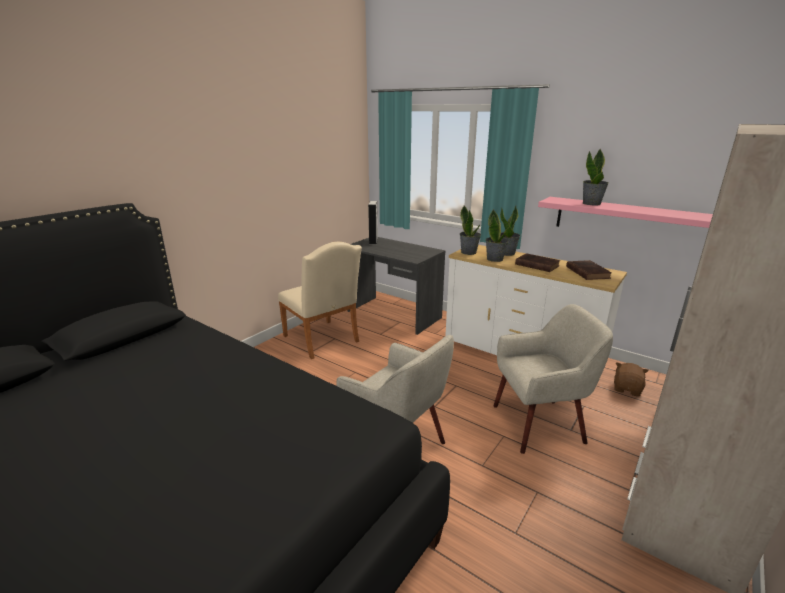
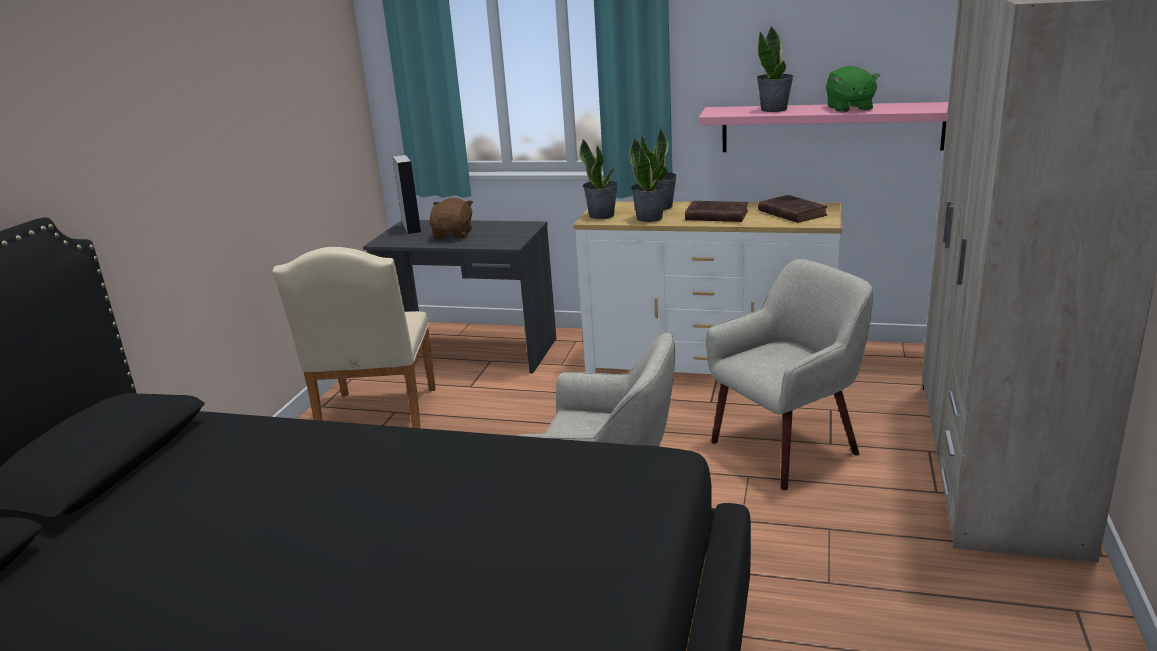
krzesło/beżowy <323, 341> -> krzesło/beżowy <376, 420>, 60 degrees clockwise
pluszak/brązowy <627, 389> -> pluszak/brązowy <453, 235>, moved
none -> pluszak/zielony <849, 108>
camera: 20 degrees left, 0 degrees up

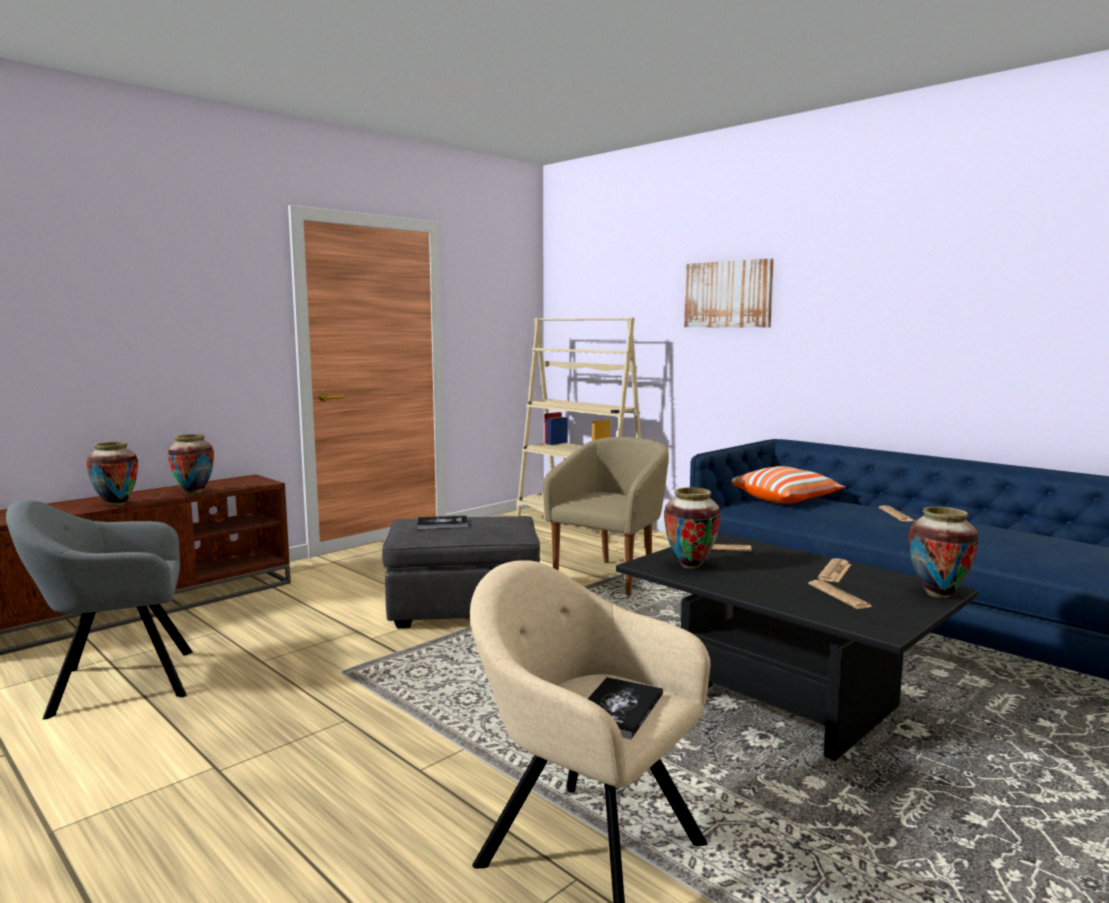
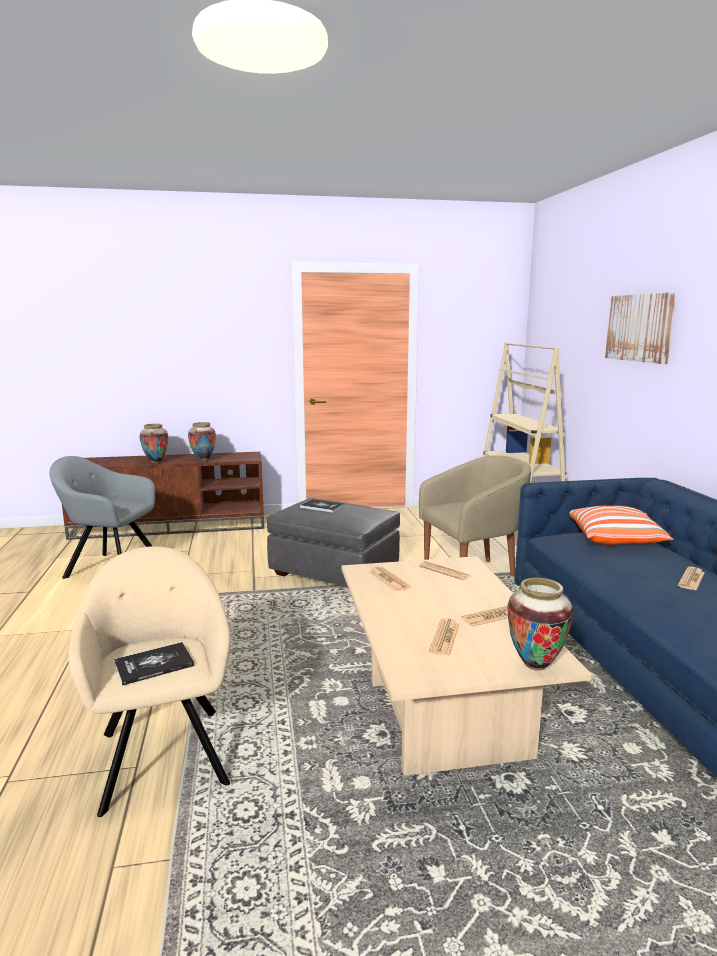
ława/czarny <782, 703> -> ława/beżowy <440, 716>
wazon <690, 566> -> gazeta <389, 580>
camera: 35 degrees right, 5 degrees up

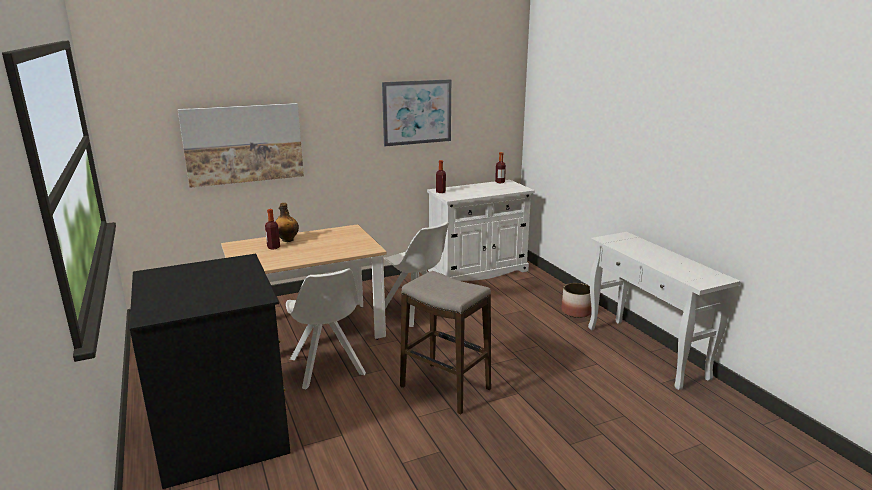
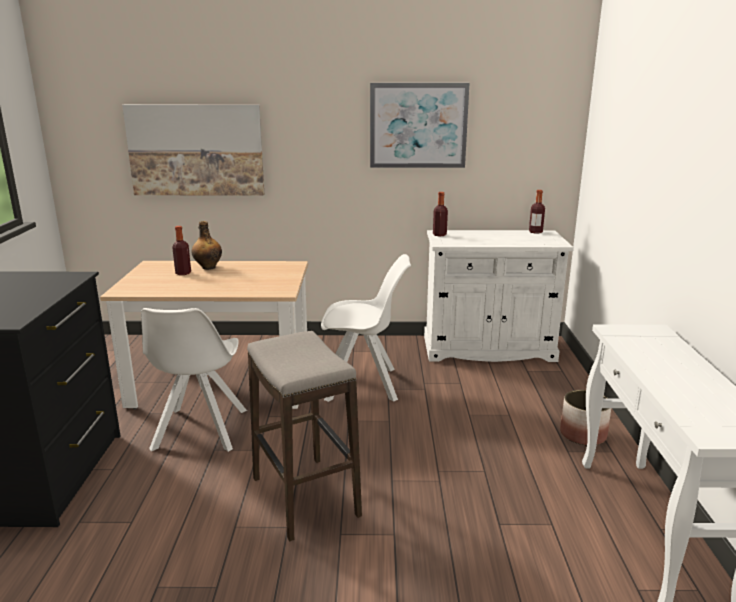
krzesło/biały <416, 311> -> krzesło/biały <364, 385>, 75 degrees counterclockwise
camera: 25 degrees right, 0 degrees up

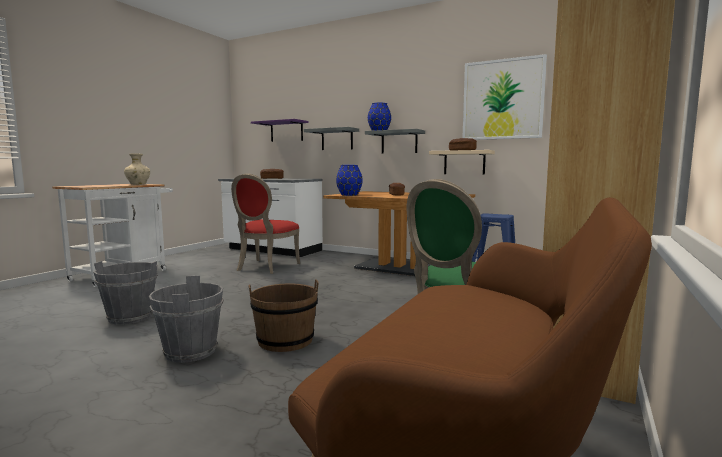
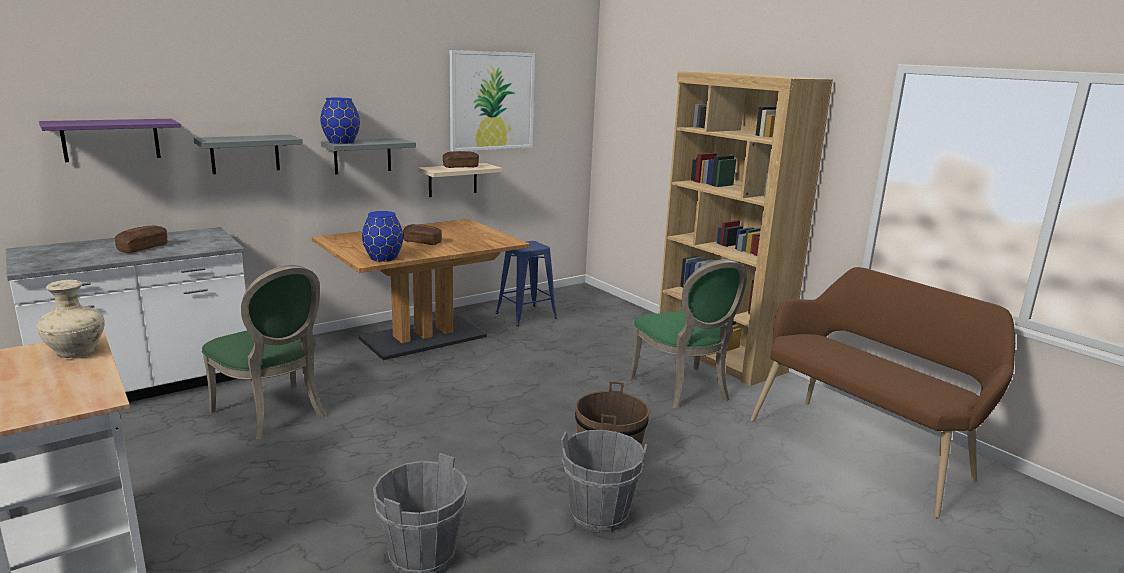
krzesło/czerwony <265, 267> -> krzesło/zielony <274, 414>
camera: 65 degrees left, 10 degrees up

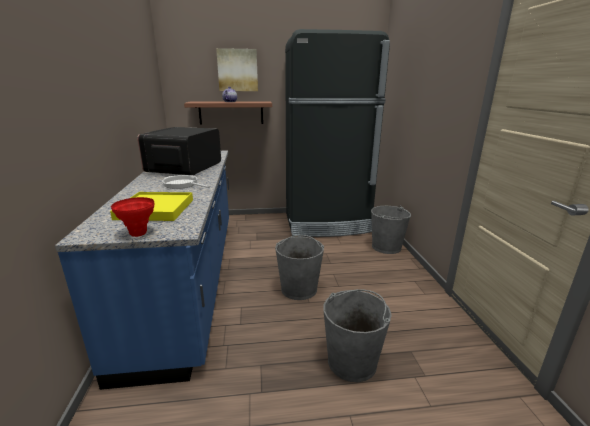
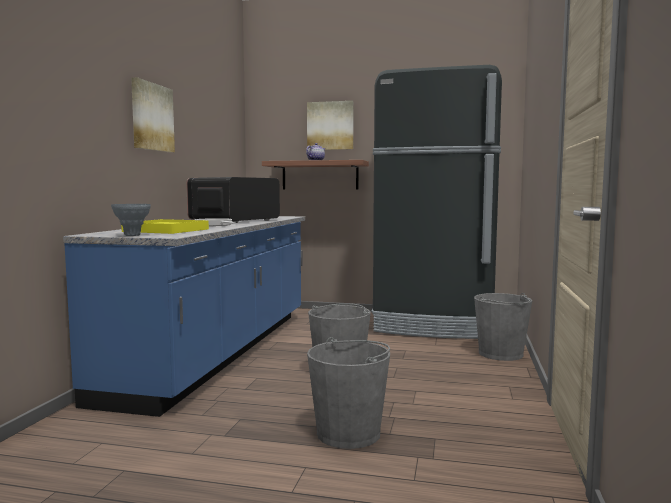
wazon/czerwony <138, 234> -> wazon/szary <132, 235>
none -> obraz <151, 117>
camera: 20 degrees right, 15 degrees down

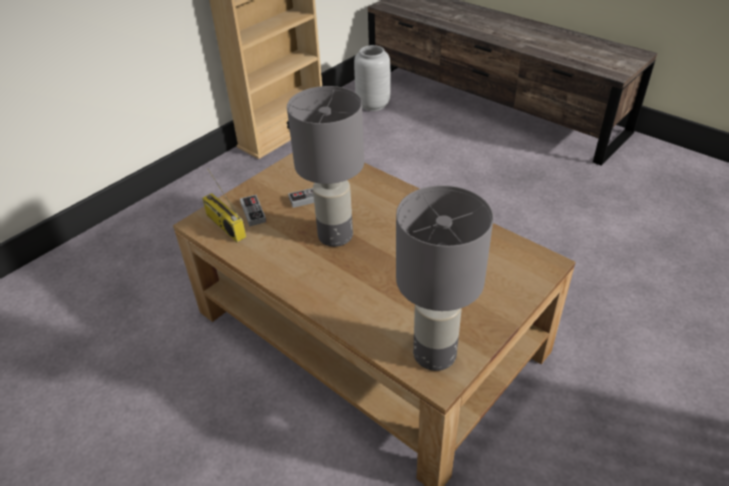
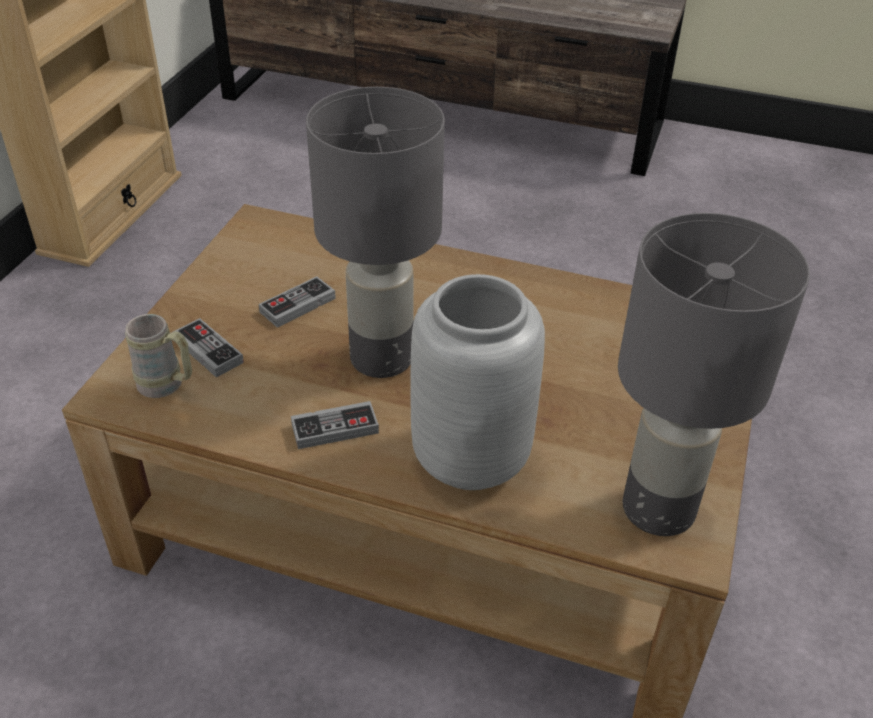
radio <224, 225> -> kubek/beżowy <167, 387>
none -> pad do gier <335, 428>
wazon/szary <372, 105> -> wazon/szary <468, 458>, moved
camera: 25 degrees left, 0 degrees up

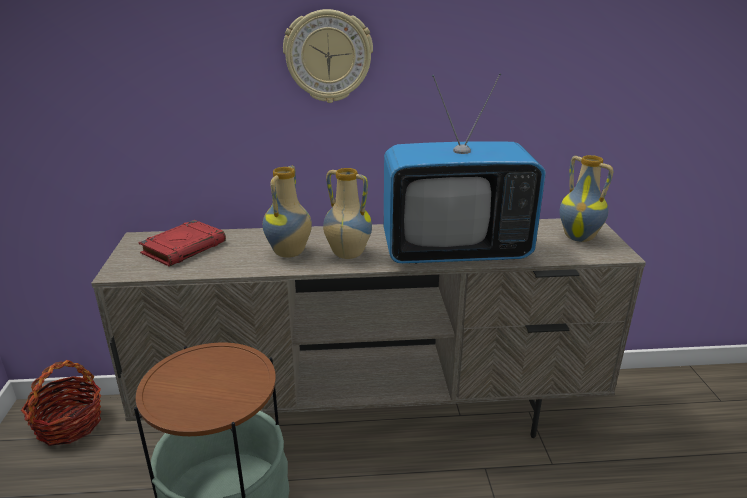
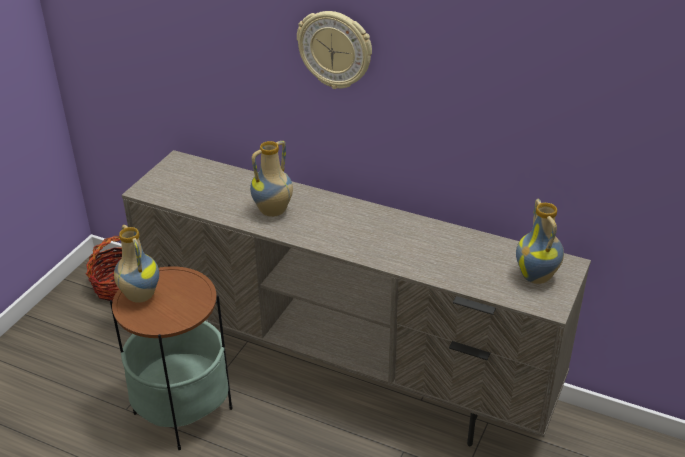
wazon <347, 254> -> wazon <139, 296>, moved
książka/czerwony <184, 247> -> none
telewizor <455, 251> -> none
camera: 30 degrees right, 10 degrees up

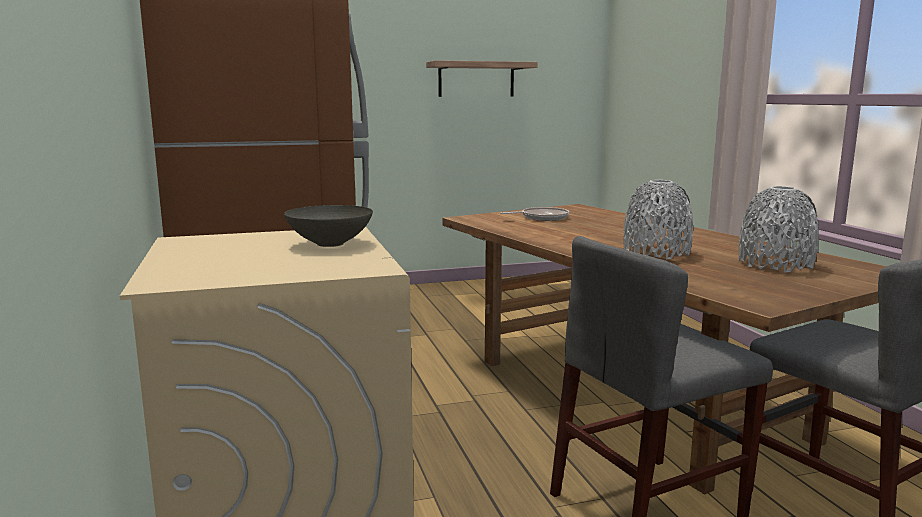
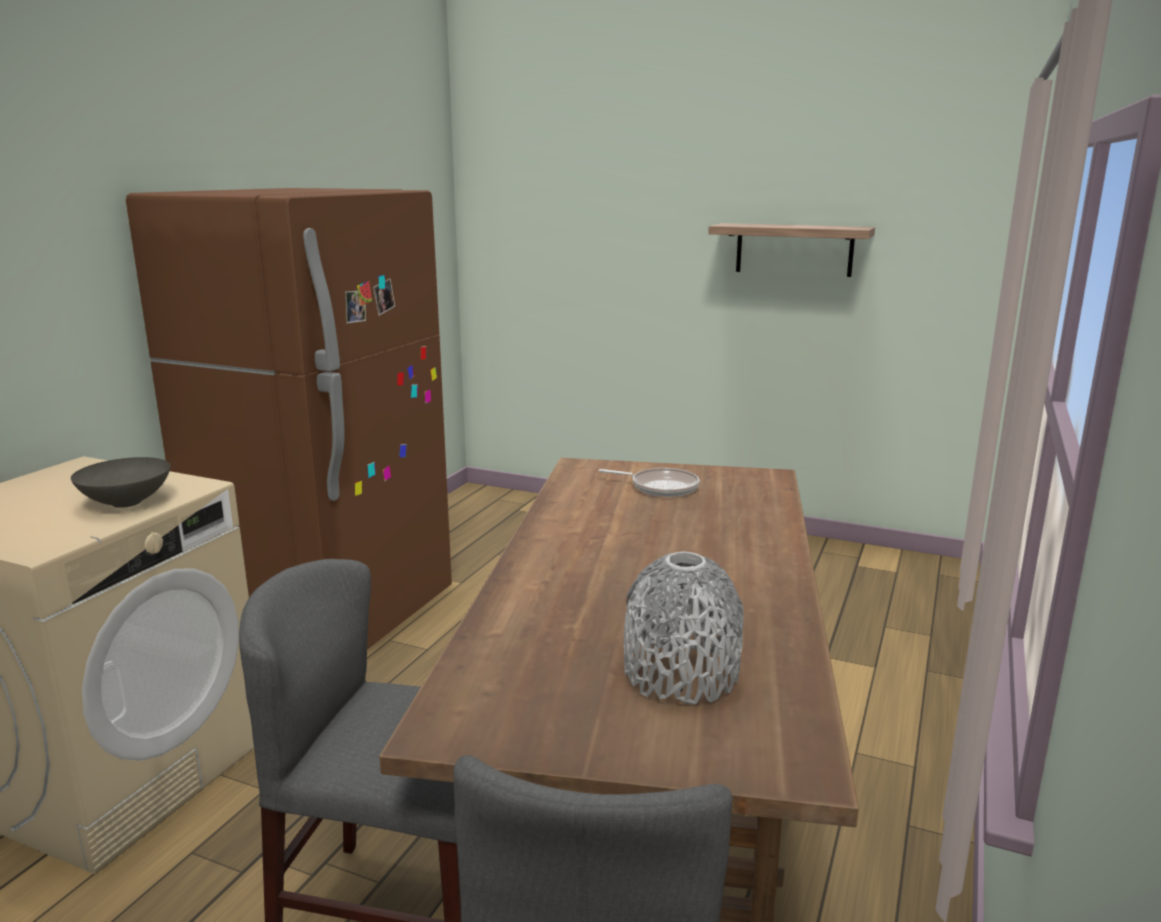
wazon/szary <656, 252> -> none
camera: 40 degrees right, 5 degrees up

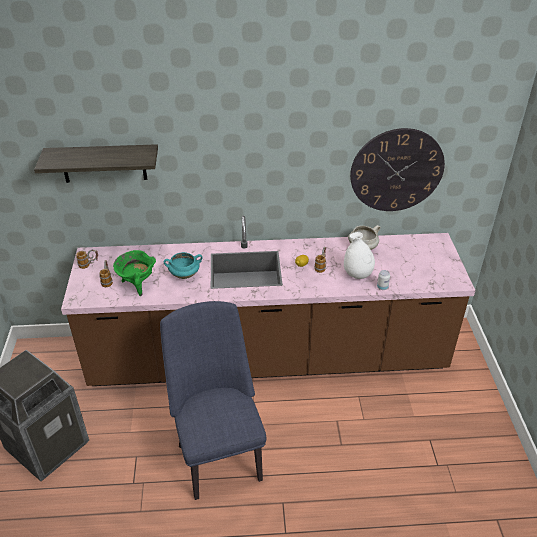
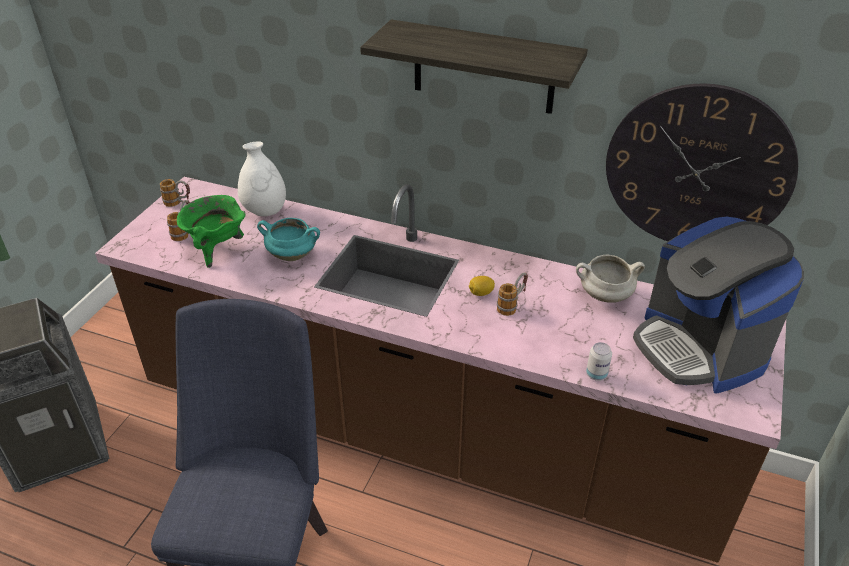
wazon/biały <357, 275> -> wazon/biały <265, 211>, moved
półka <103, 163> -> półka <483, 67>, moved
none -> ekspres do kawy <700, 347>
camera: 25 degrees right, 0 degrees up

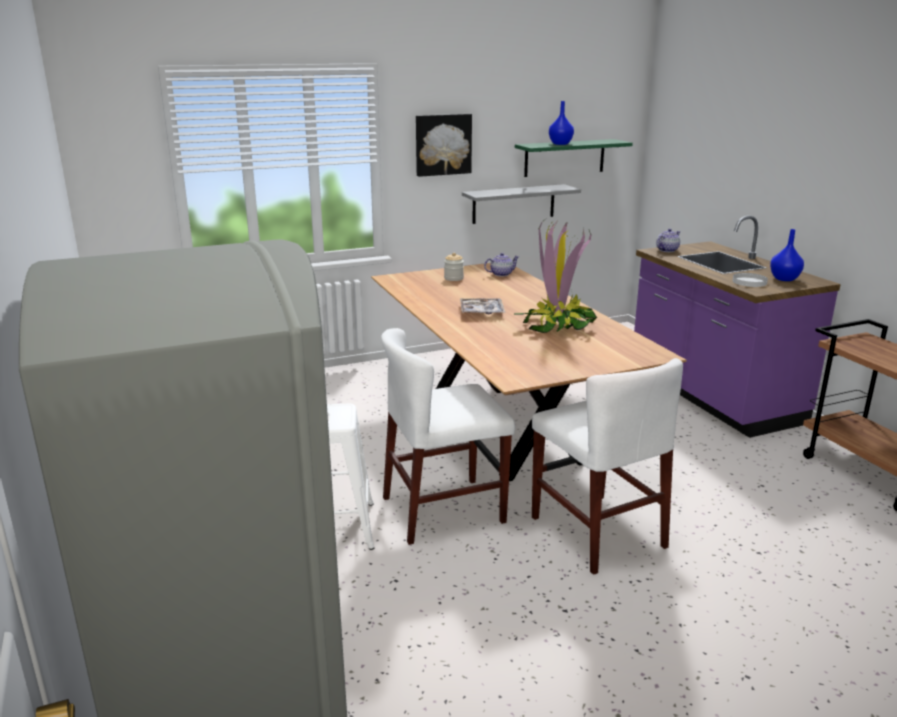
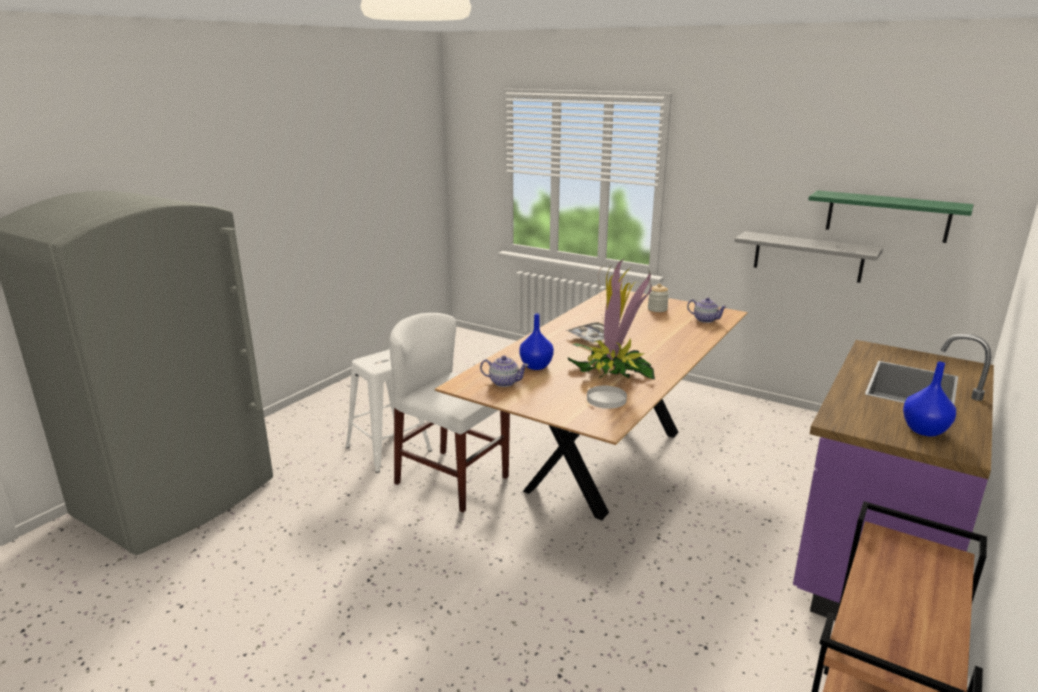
imbryk <666, 250> -> imbryk <504, 382>, moved
wazon/niebieski <560, 144> -> wazon/niebieski <536, 366>, moved
talerz/biały <749, 282> -> talerz/biały <606, 399>, moved
obraz <443, 144> -> none
krzesło/biały <597, 532> -> none
camera: 55 degrees right, 0 degrees up

